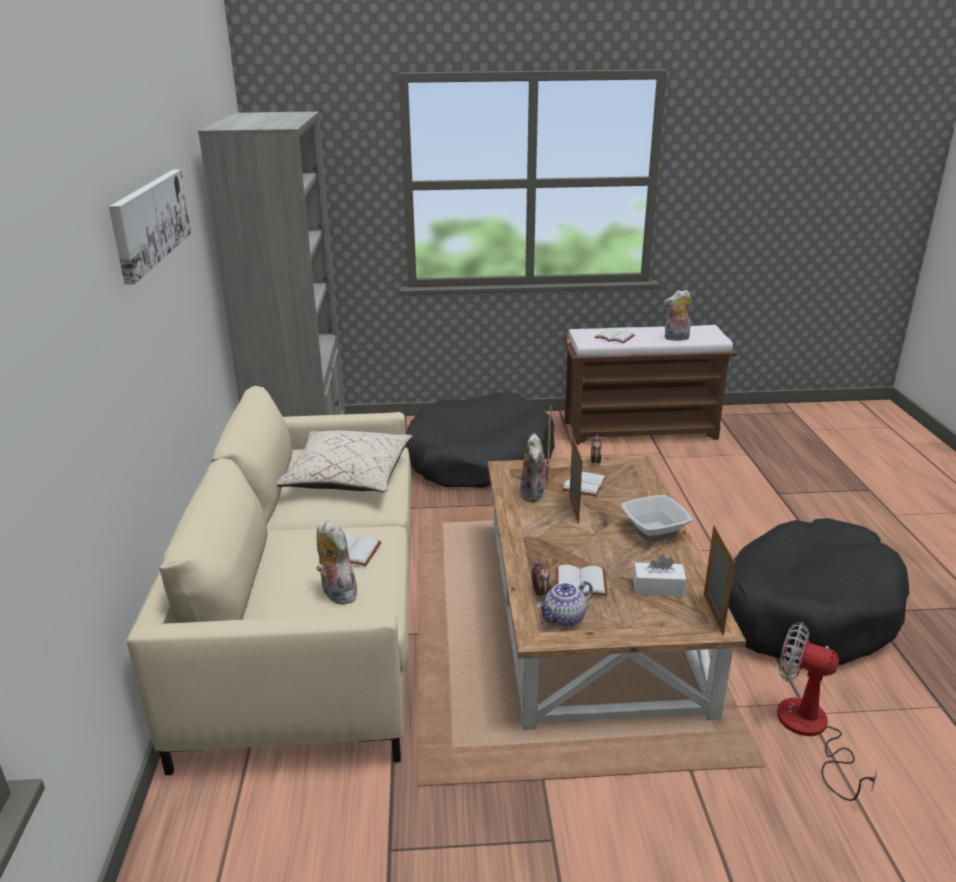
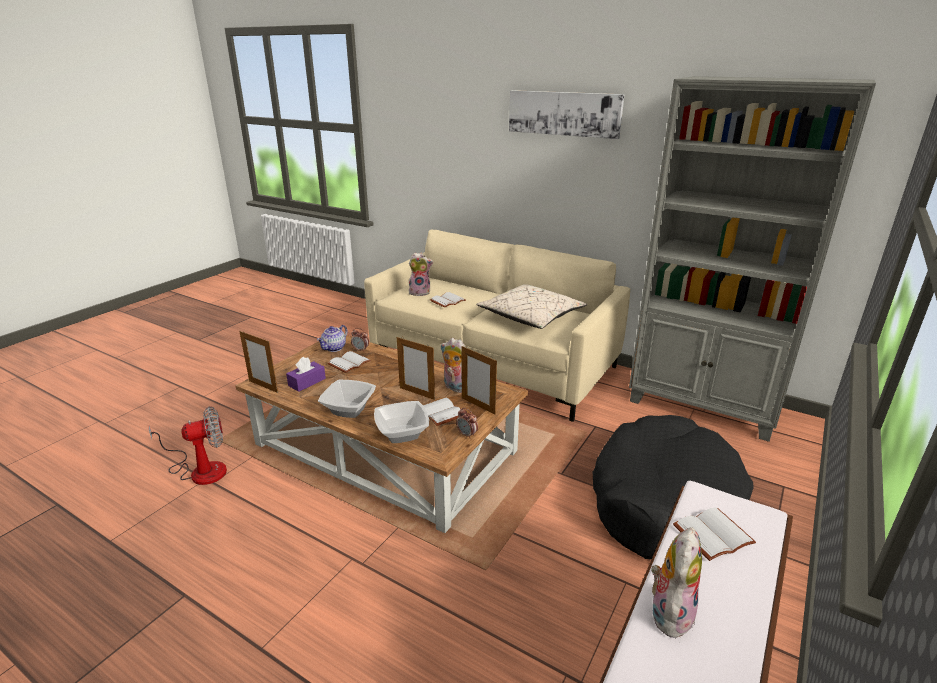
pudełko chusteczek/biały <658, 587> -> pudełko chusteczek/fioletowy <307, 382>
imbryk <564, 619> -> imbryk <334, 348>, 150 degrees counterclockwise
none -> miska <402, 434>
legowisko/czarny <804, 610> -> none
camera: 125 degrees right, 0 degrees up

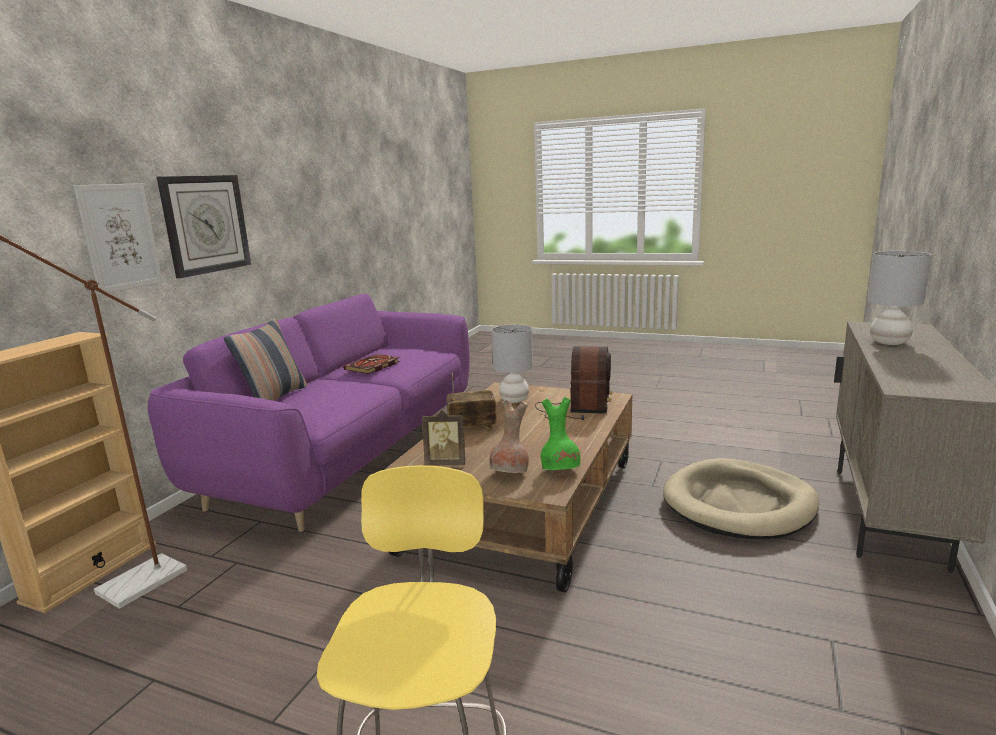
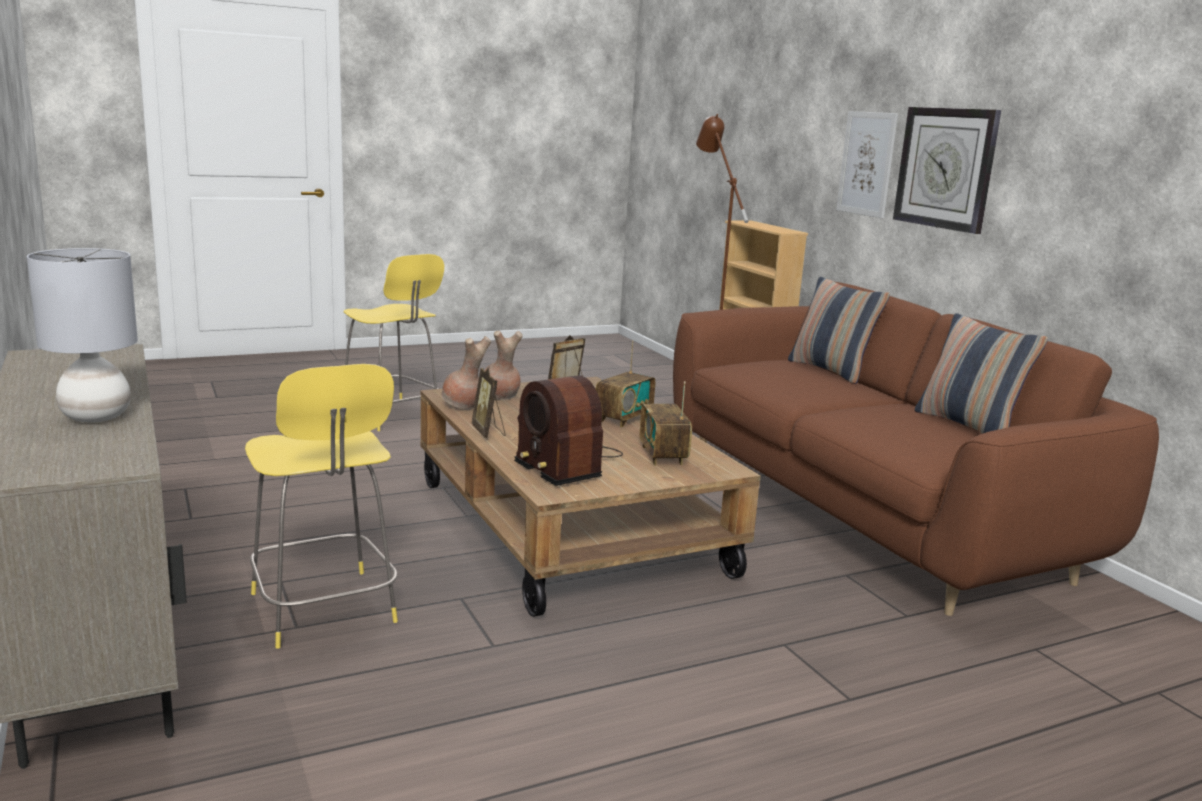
legowisko/beżowy <739, 504> -> stołek/żółty <324, 610>
wazon/zielony <561, 471> -> wazon/brązowy <463, 406>
none -> ramka na zdjęcie <488, 432>
lampa stołowa/szary <514, 400> -> radio <663, 455>
kanapa/fioletowy <347, 453> -> kanapa/brązowy <862, 511>
none -> poduszka <968, 426>
książka <372, 366> -> none
camera: 130 degrees right, 0 degrees up

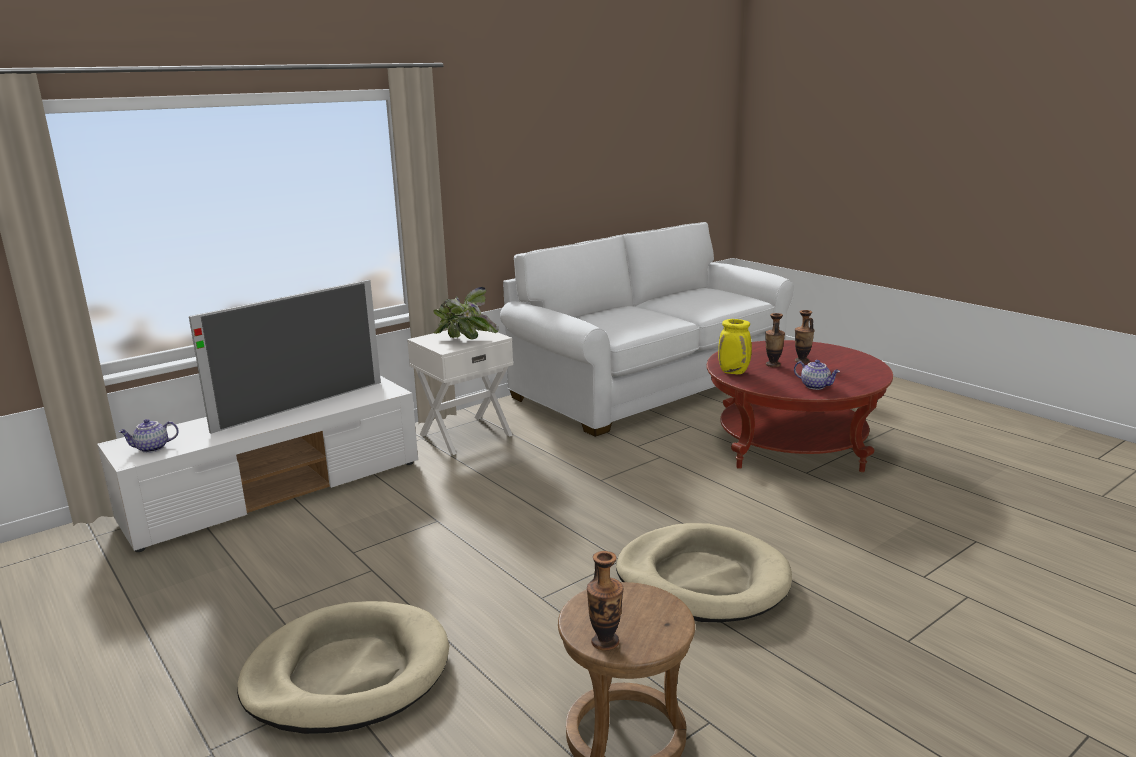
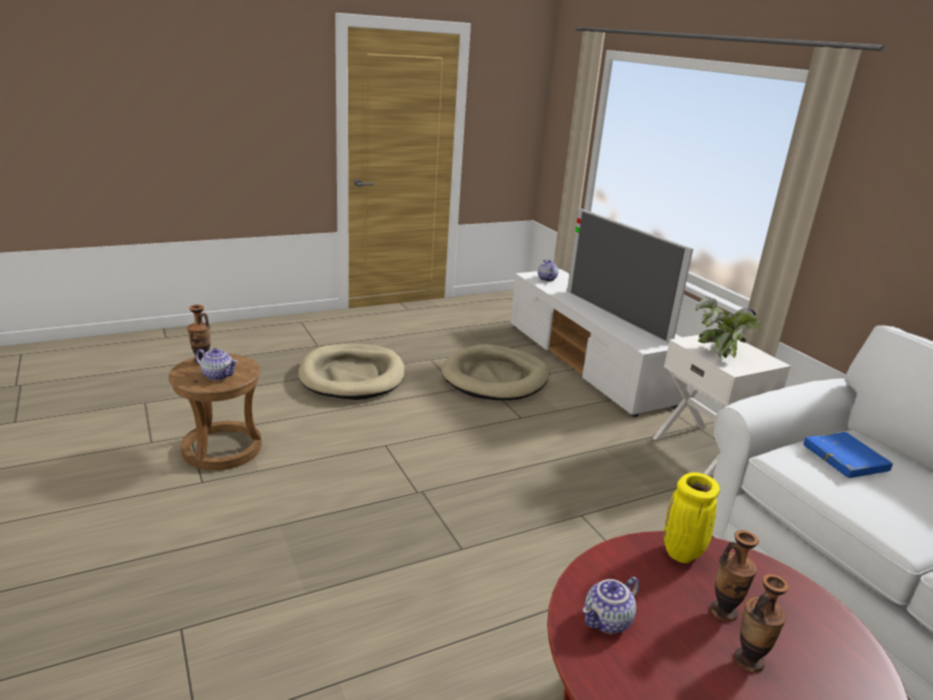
none -> imbryk <218, 375>
legowisko/beżowy <702, 579> -> legowisko/beżowy <495, 378>, moved
none -> książka/niebieski <845, 459>
camera: 100 degrees right, 5 degrees up

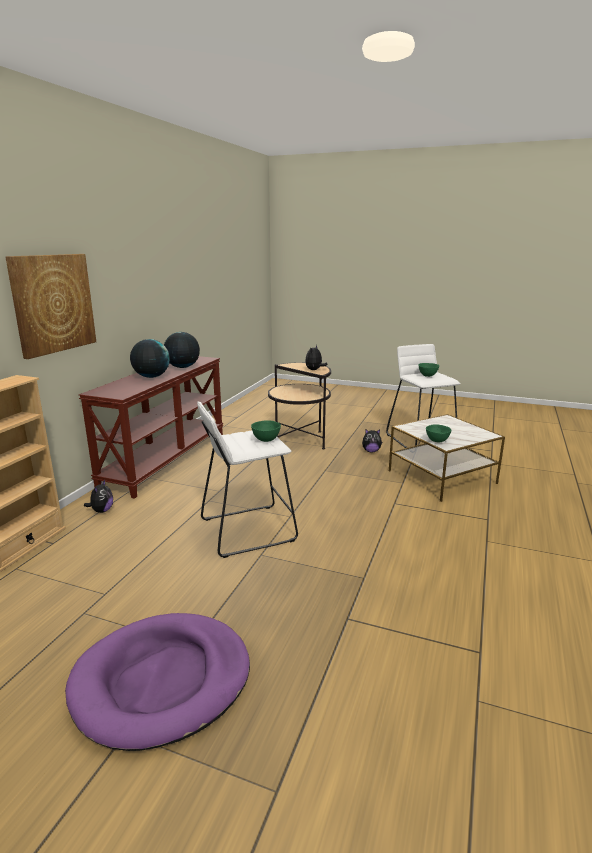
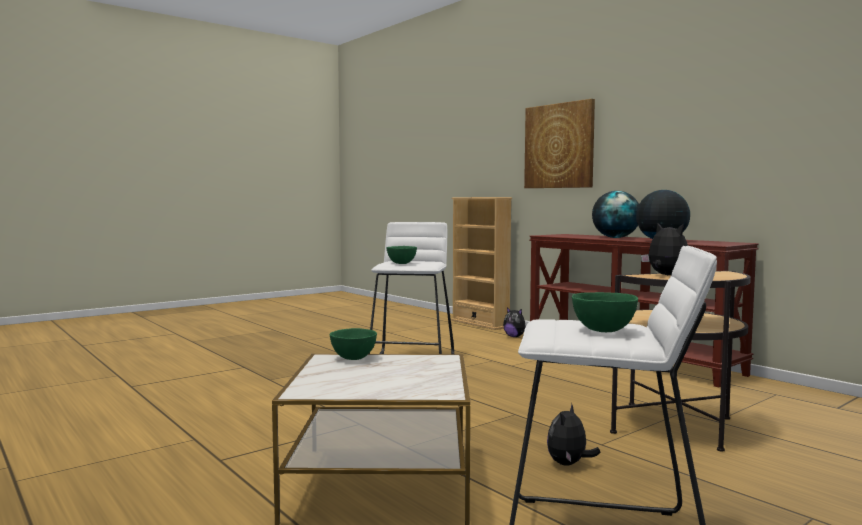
legowisko/fioletowy <162, 681> -> none
camera: 120 degrees right, 15 degrees down

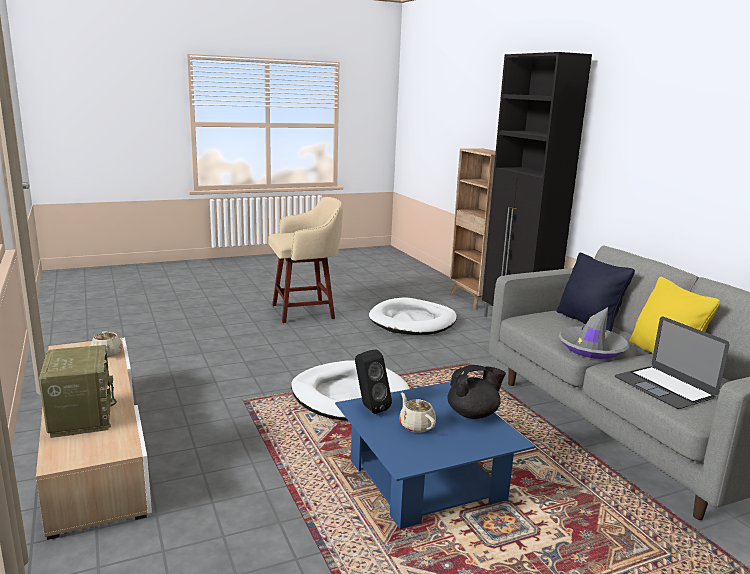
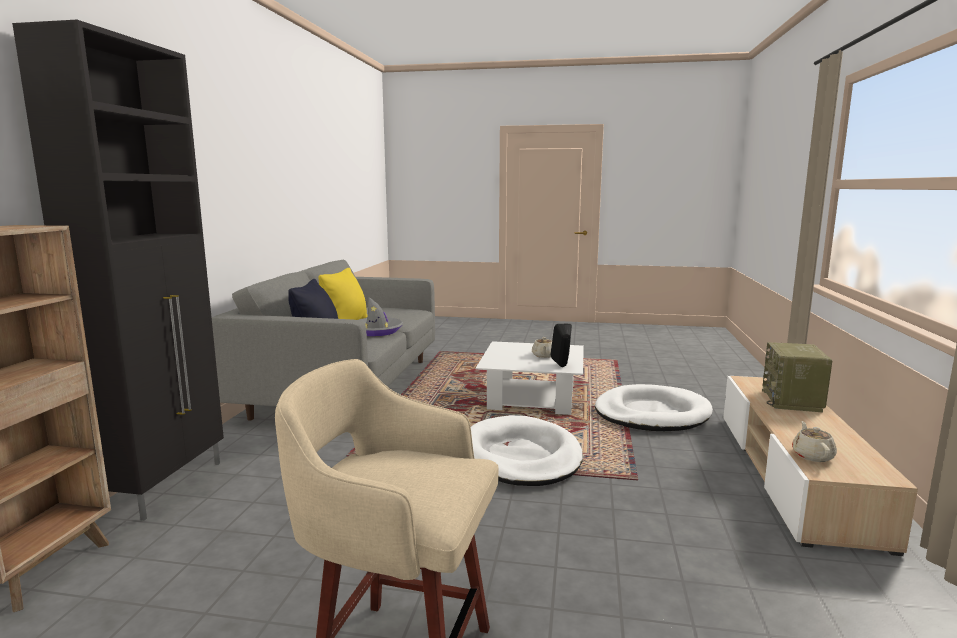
ława/niebieski <426, 480> -> ława/biały <532, 398>
legowisko/biały <413, 321> -> legowisko/biały <651, 413>, moved
imbryk/czarny <473, 414> -> none
laptop <664, 387> -> none
camera: 145 degrees left, 5 degrees down

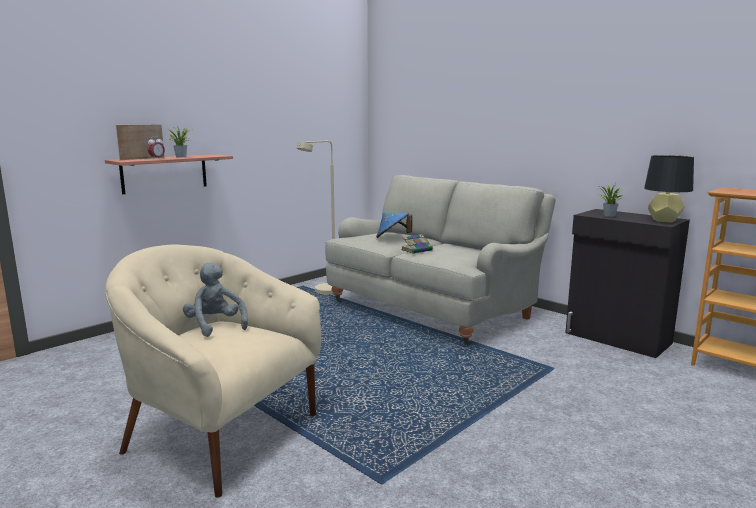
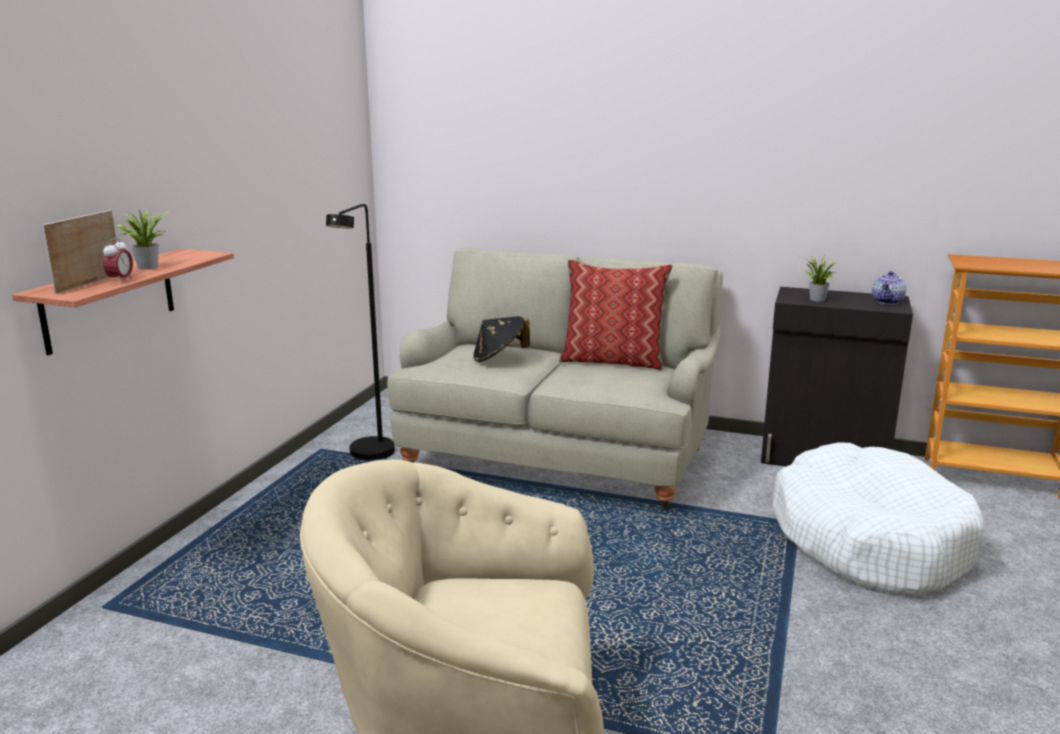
lampa stojąca/beżowy <323, 293> -> lampa stojąca/czarny <369, 457>
kapelusz/niebieski <393, 238> -> kapelusz/czarny <499, 358>
none -> poduszka <613, 361>
none -> legowisko/biały <868, 540>
lampa stołowa/czarny <664, 220> -> imbryk <888, 302>
pluszak/szary <215, 326> -> none
książka <417, 250> -> none
camera: 25 degrees left, 5 degrees up

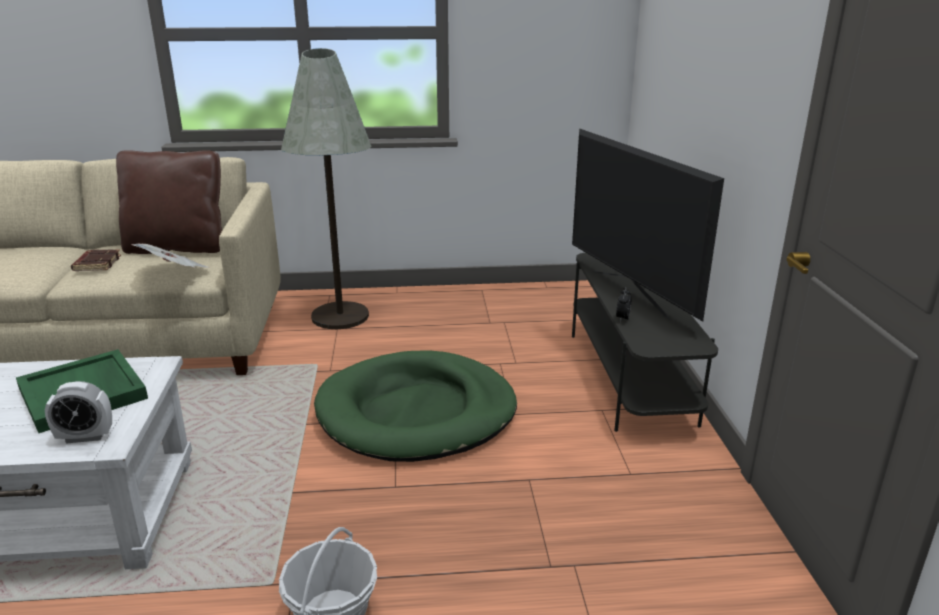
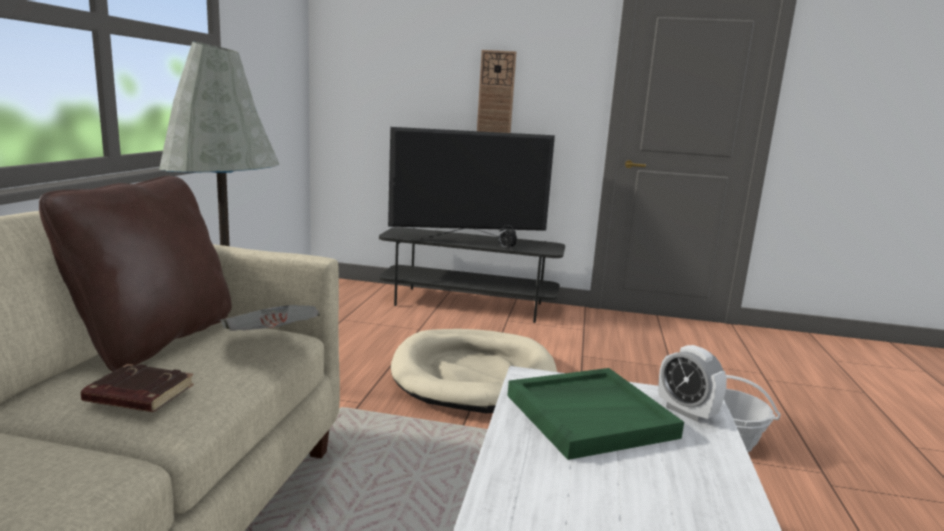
legowisko/zielony <417, 412> -> legowisko/beżowy <473, 375>
none -> zegar ścienny <496, 99>
budzik <85, 437> -> budzik <686, 412>, 135 degrees clockwise
camera: 75 degrees left, 10 degrees down

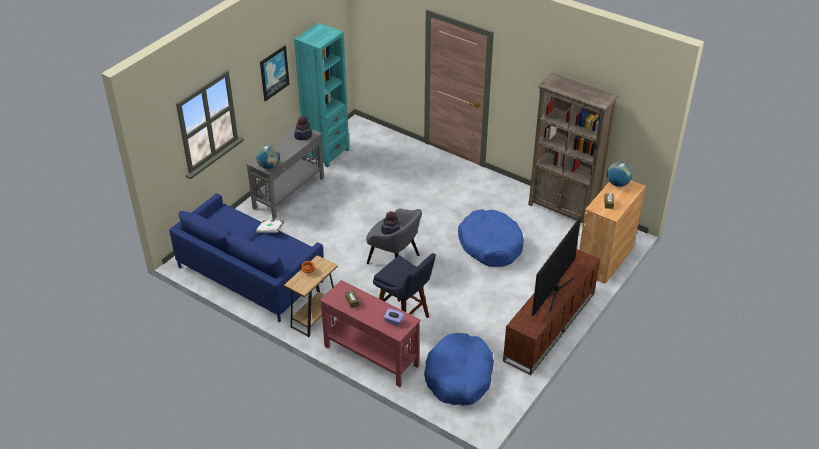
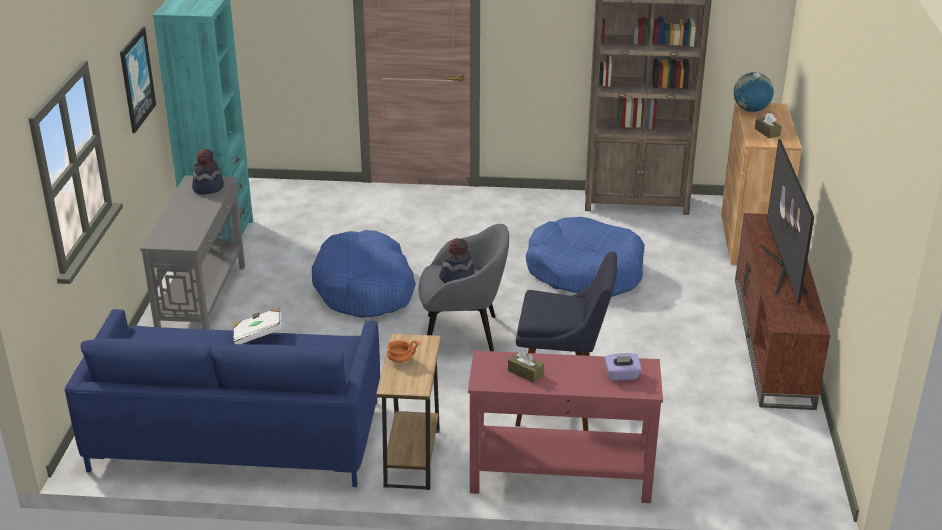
legowisko/niebieski <459, 377> -> legowisko/niebieski <365, 289>, moved
globus <269, 166> -> none
camera: 30 degrees left, 10 degrees down

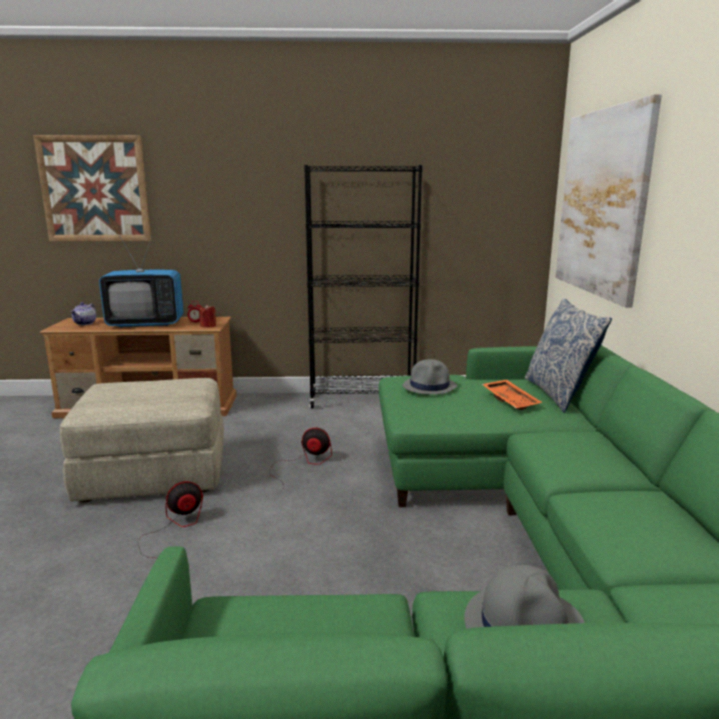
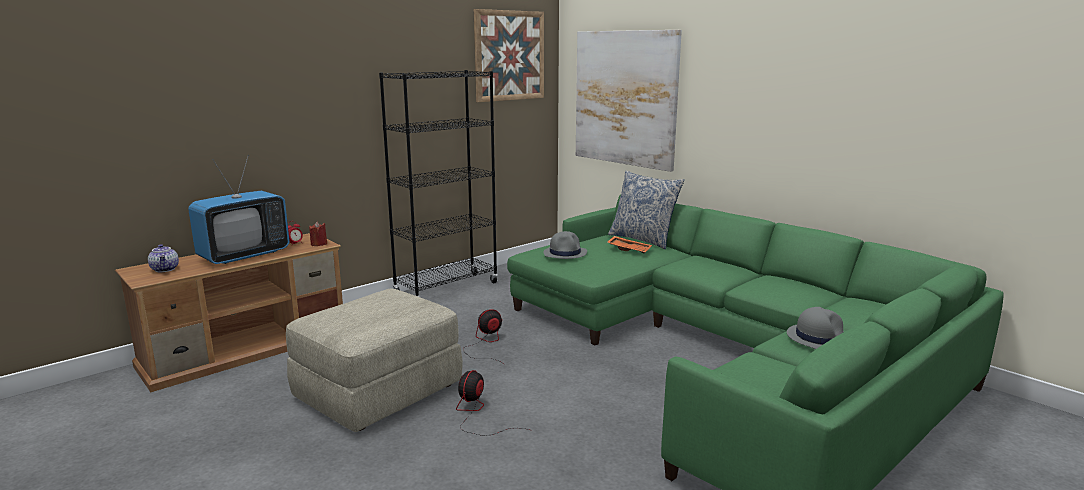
obraz <95, 189> -> obraz <509, 56>, moved
camera: 40 degrees left, 0 degrees up

